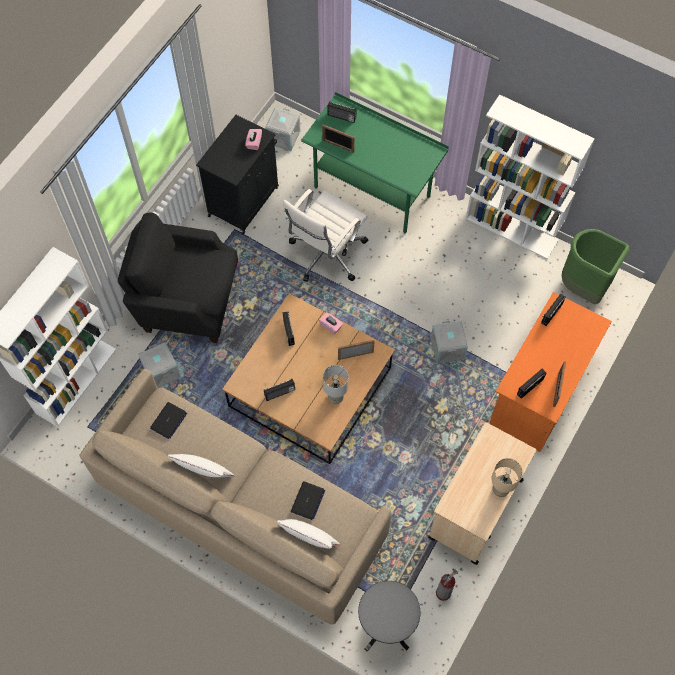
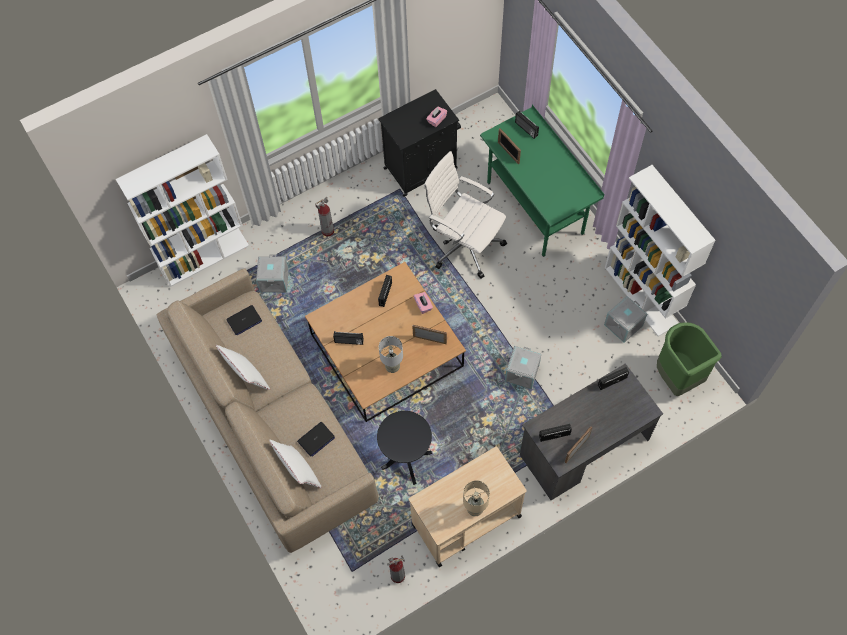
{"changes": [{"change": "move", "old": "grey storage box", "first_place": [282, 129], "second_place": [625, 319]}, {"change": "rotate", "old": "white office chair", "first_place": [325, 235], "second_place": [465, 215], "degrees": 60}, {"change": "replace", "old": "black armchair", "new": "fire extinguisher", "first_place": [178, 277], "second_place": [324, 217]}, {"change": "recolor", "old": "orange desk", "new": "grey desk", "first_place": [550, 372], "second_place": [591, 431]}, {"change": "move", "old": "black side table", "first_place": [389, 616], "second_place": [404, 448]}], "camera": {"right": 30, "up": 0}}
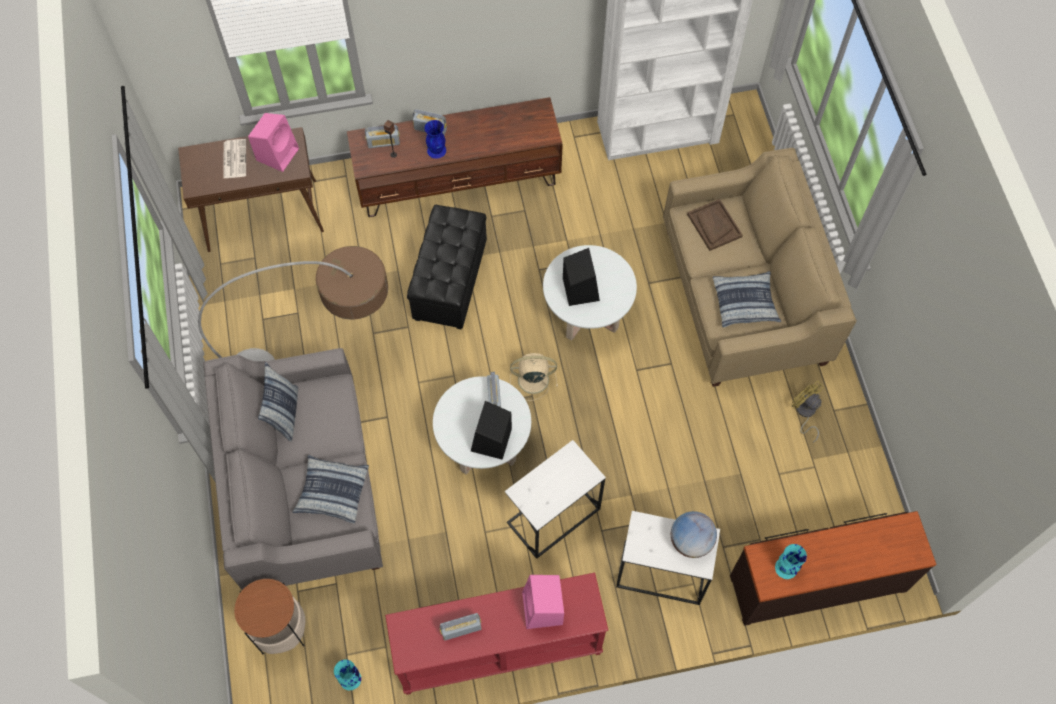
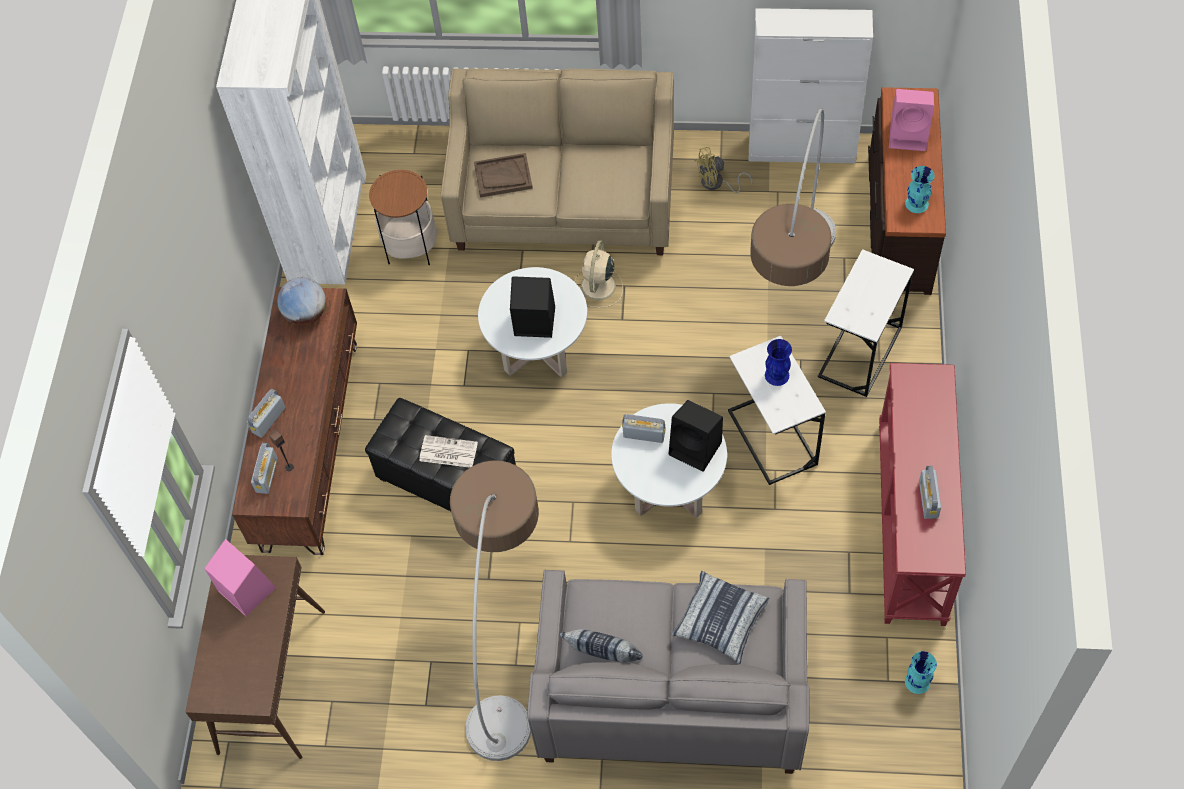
{"changes": [{"change": "move", "old": "blue vase", "first_place": [435, 139], "second_place": [778, 362]}, {"change": "move", "old": "newspaper", "first_place": [234, 159], "second_place": [448, 451]}, {"change": "delete", "old": "pillow", "first_place": [747, 299]}, {"change": "move", "old": "beige fan", "first_place": [534, 377], "second_place": [599, 274]}, {"change": "move", "old": "globe", "first_place": [694, 534], "second_place": [301, 301]}, {"change": "move", "old": "pink speaker", "first_place": [543, 602], "second_place": [911, 120]}, {"change": "move", "old": "side table", "first_place": [270, 617], "second_place": [403, 217]}, {"change": "insert", "new": "white cabinet", "second_place": [811, 85]}, {"change": "insert", "new": "floor lamp", "second_place": [793, 197]}], "camera": {"right": -70, "up": -5}}
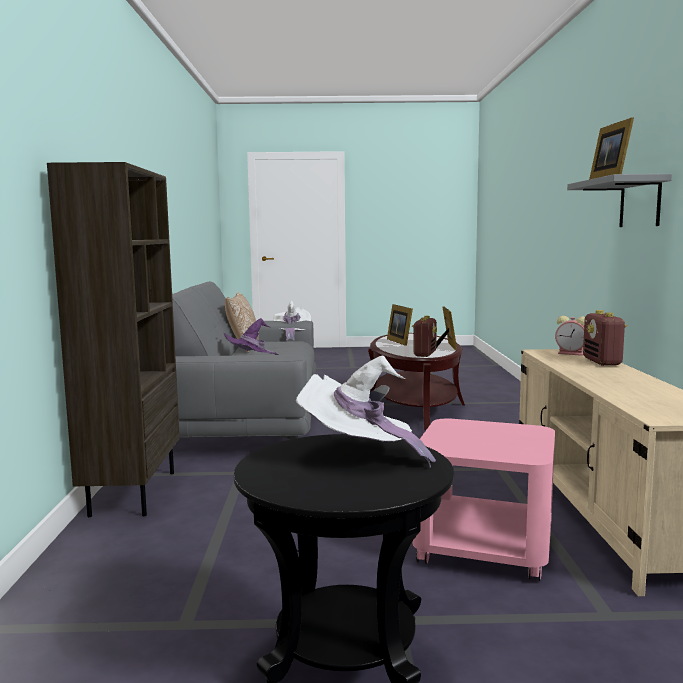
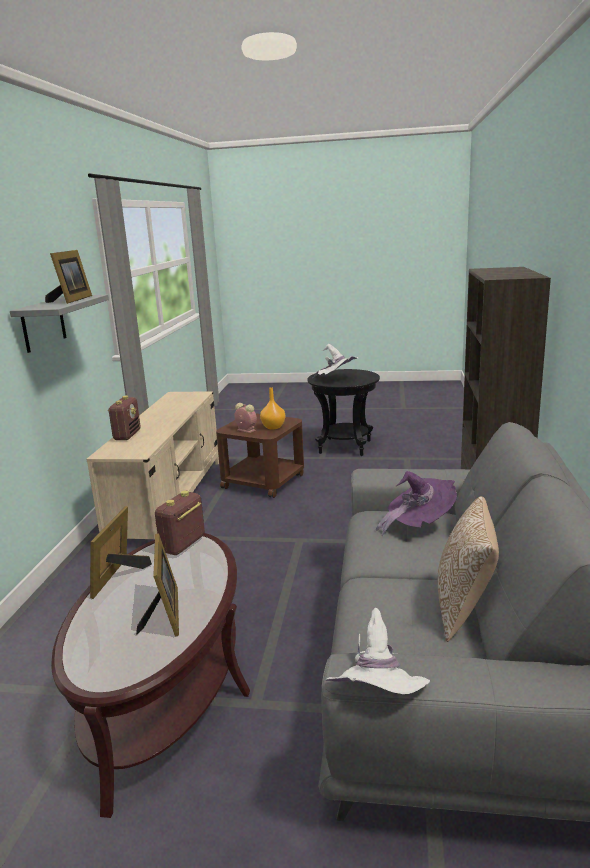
{"changes": [{"change": "move", "old": "alarm clock", "first_place": [570, 336], "second_place": [245, 418]}, {"change": "recolor", "old": "pink side table", "new": "brown side table", "first_place": [483, 500], "second_place": [260, 456]}, {"change": "insert", "new": "orange vase", "second_place": [272, 408]}], "camera": {"right": -170, "up": 10}}
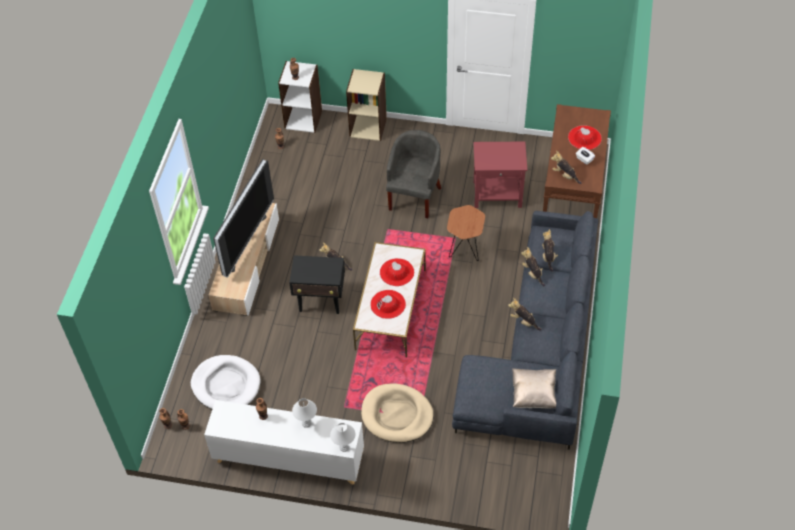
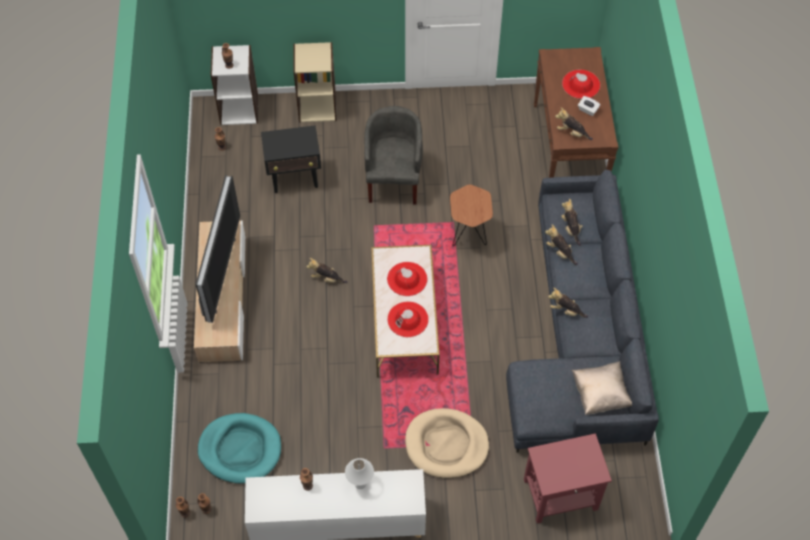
{"changes": [{"change": "move", "old": "red side table", "first_place": [500, 175], "second_place": [568, 478]}, {"change": "move", "old": "black side table", "first_place": [317, 284], "second_place": [291, 159]}, {"change": "recolor", "old": "white dog bed", "new": "turquoise dog bed", "first_place": [225, 382], "second_place": [239, 448]}, {"change": "delete", "old": "white table lamp", "first_place": [342, 437]}], "camera": {"right": -15, "up": 5}}
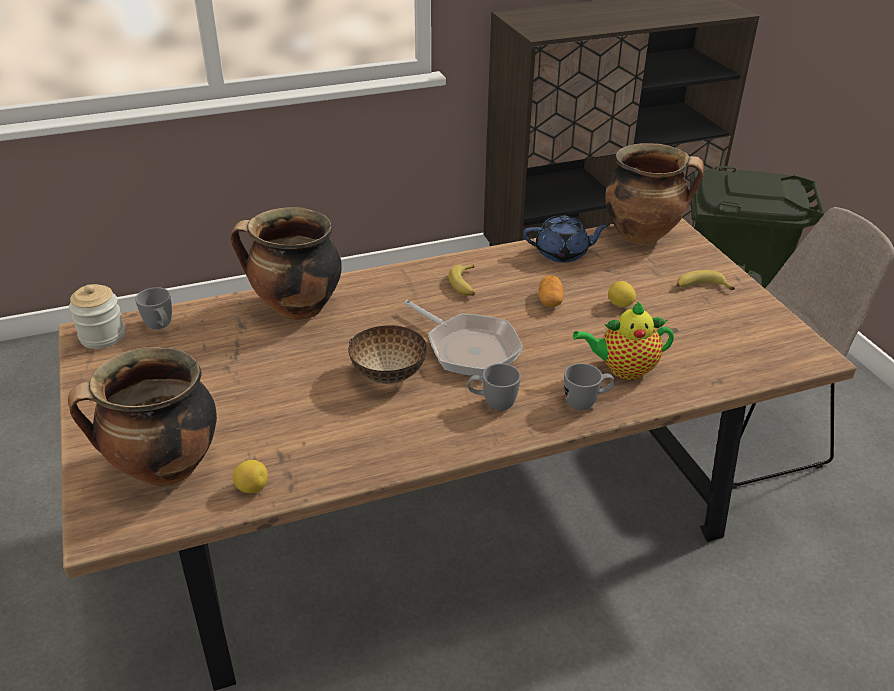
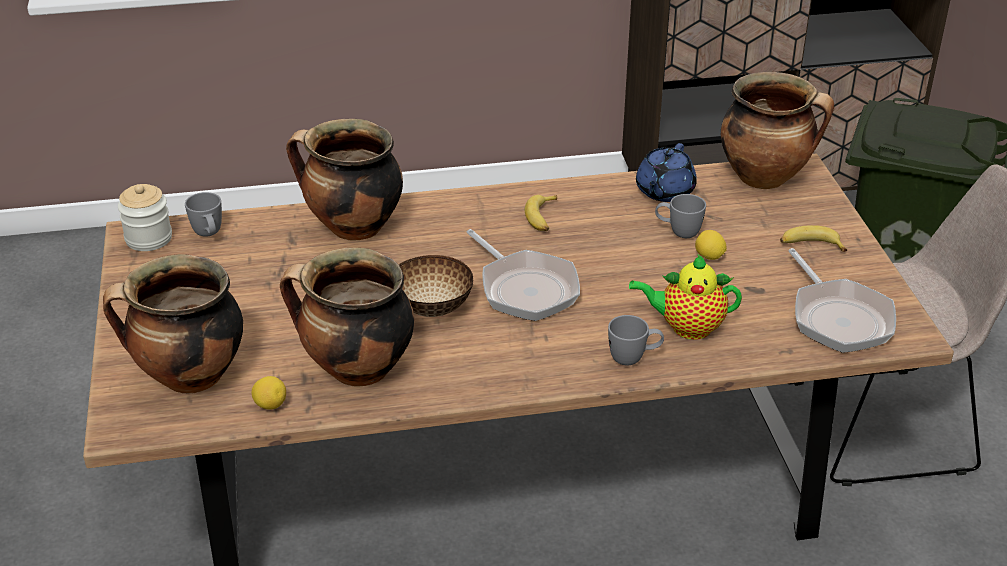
{"changes": [{"change": "rotate", "old": "blue teapot", "first_place": [566, 239], "second_place": [666, 172], "degrees": 105}, {"change": "delete", "old": "potato", "first_place": [551, 291]}, {"change": "move", "old": "grey mug", "first_place": [494, 387], "second_place": [680, 216]}, {"change": "insert", "new": "cooking pot", "second_place": [347, 317]}, {"change": "insert", "new": "frying pan", "second_place": [842, 300]}], "camera": {"right": 10, "up": 0}}
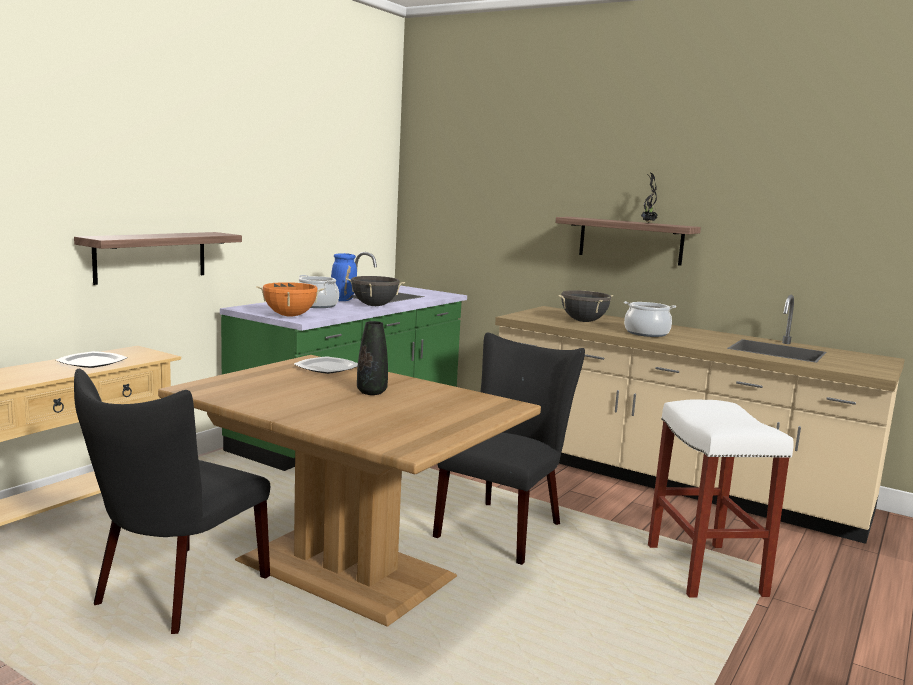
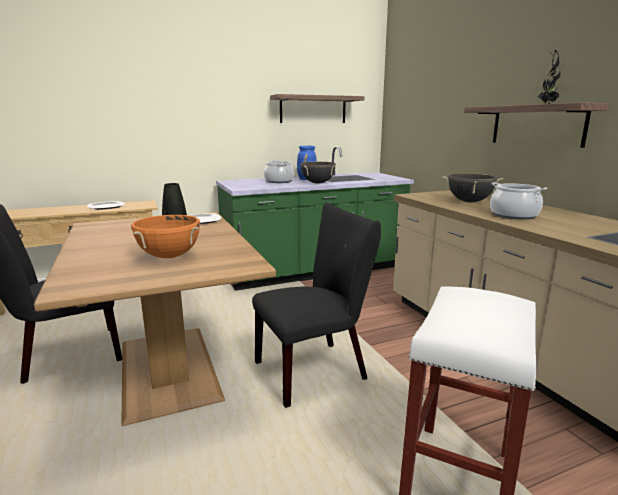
{"changes": [{"change": "move", "old": "shelf", "first_place": [158, 258], "second_place": [317, 108]}, {"change": "move", "old": "orange cooking pot", "first_place": [290, 299], "second_place": [165, 236]}], "camera": {"right": 35, "up": 5}}
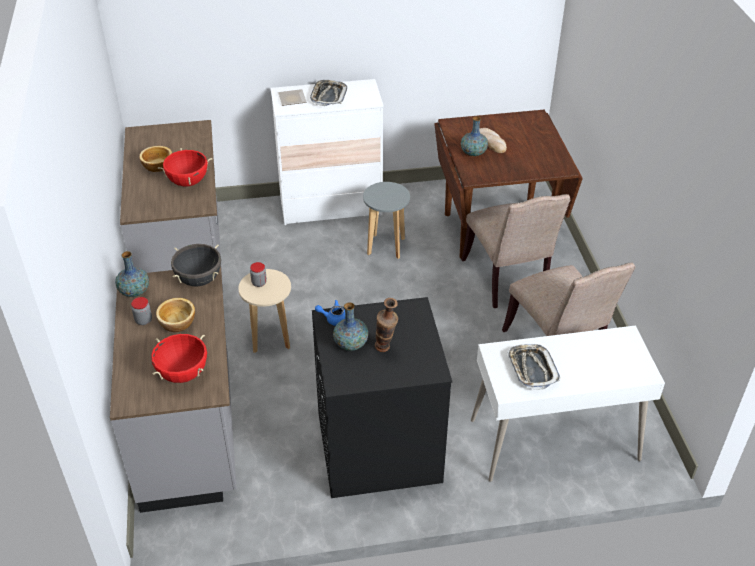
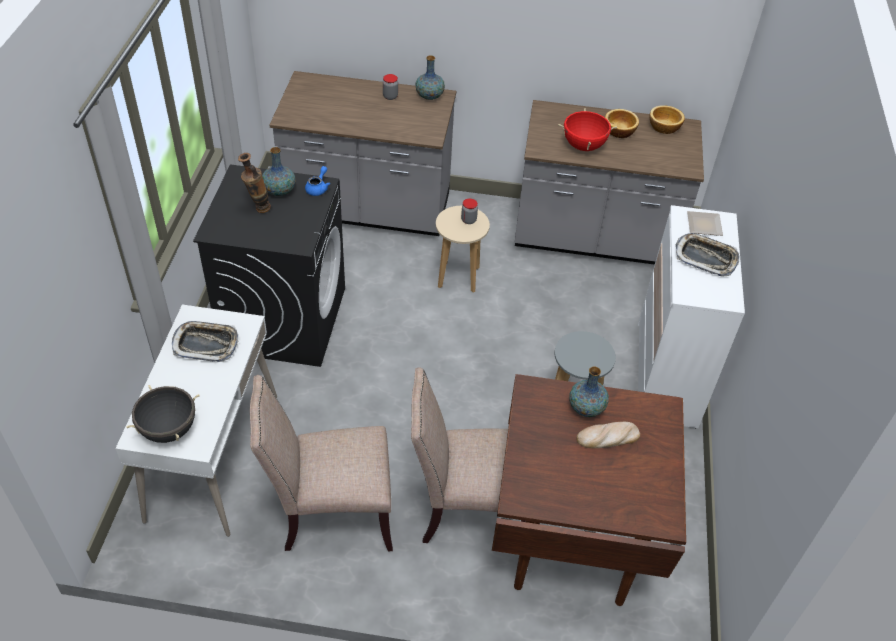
{"changes": [{"change": "move", "old": "black cooking pot", "first_place": [196, 265], "second_place": [163, 414]}, {"change": "move", "old": "bowl", "first_place": [175, 315], "second_place": [667, 119]}, {"change": "delete", "old": "red cooking pot", "first_place": [179, 358]}], "camera": {"right": 105, "up": 5}}
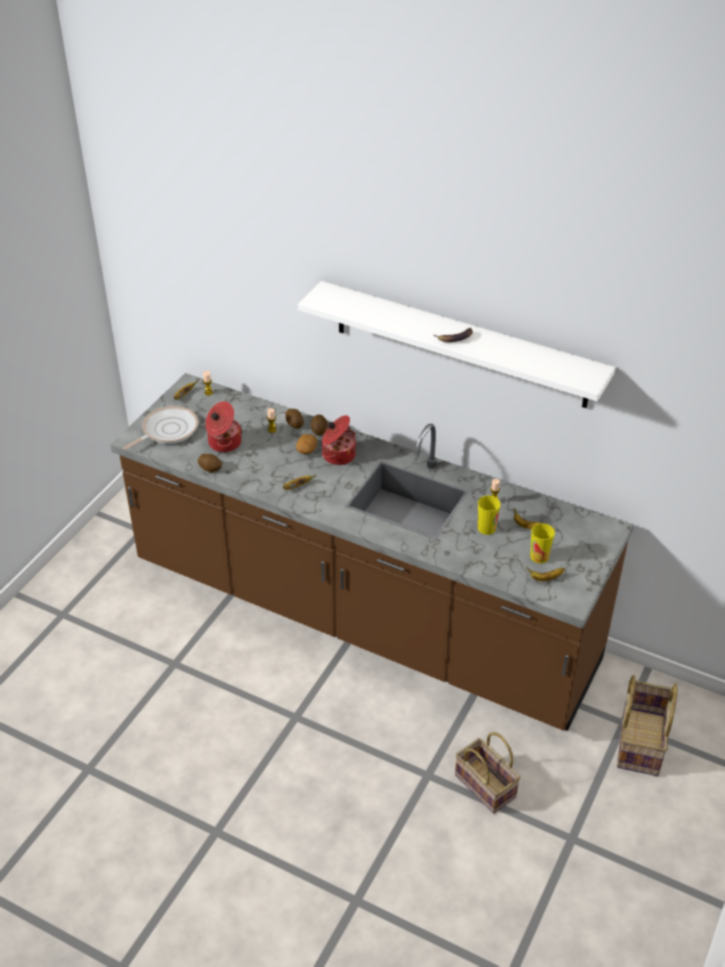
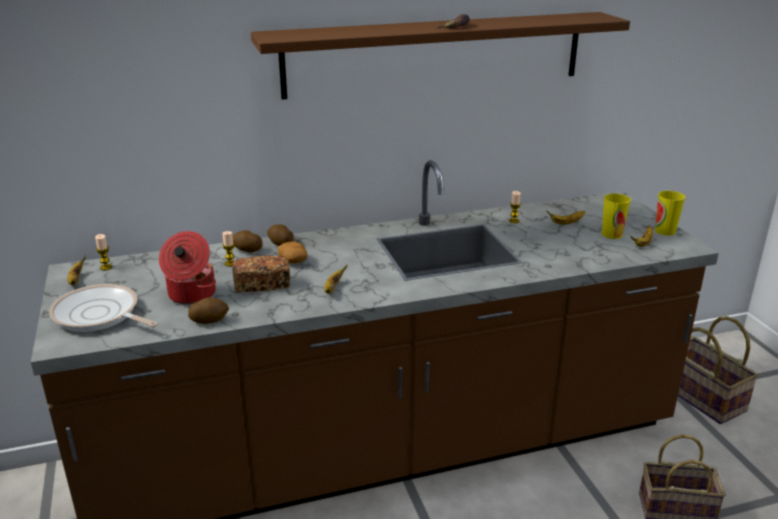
{"changes": [{"change": "recolor", "old": "white shelf", "new": "brown shelf", "first_place": [457, 344], "second_place": [440, 56]}, {"change": "rotate", "old": "frying pan", "first_place": [161, 428], "second_place": [103, 308], "degrees": -60}, {"change": "delete", "old": "cooking pot", "first_place": [339, 440]}, {"change": "move", "old": "cup", "first_place": [489, 515], "second_place": [670, 213]}, {"change": "insert", "new": "bread", "second_place": [261, 274]}], "camera": {"right": -45, "up": -15}}
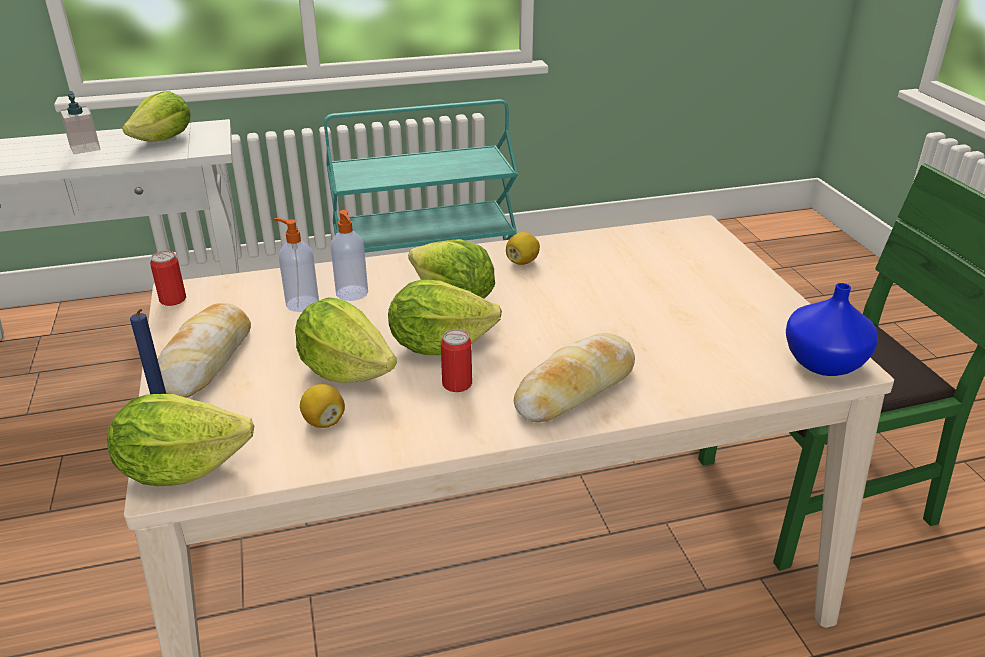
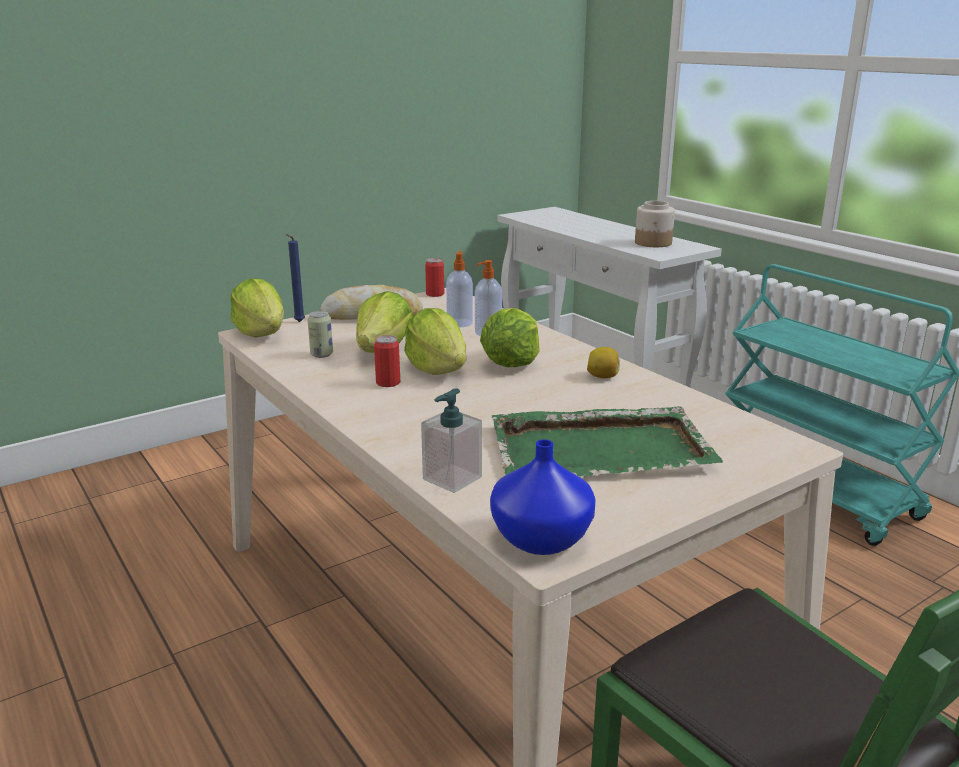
{"changes": [{"change": "move", "old": "soap dispenser", "first_place": [80, 122], "second_place": [451, 440]}, {"change": "replace", "old": "lettuce", "new": "jar", "first_place": [156, 116], "second_place": [655, 224]}, {"change": "delete", "old": "bread", "first_place": [574, 377]}, {"change": "replace", "old": "lemon", "new": "can", "first_place": [322, 406], "second_place": [320, 334]}, {"change": "insert", "new": "green tray", "second_place": [607, 441]}], "camera": {"right": 70, "up": -10}}
